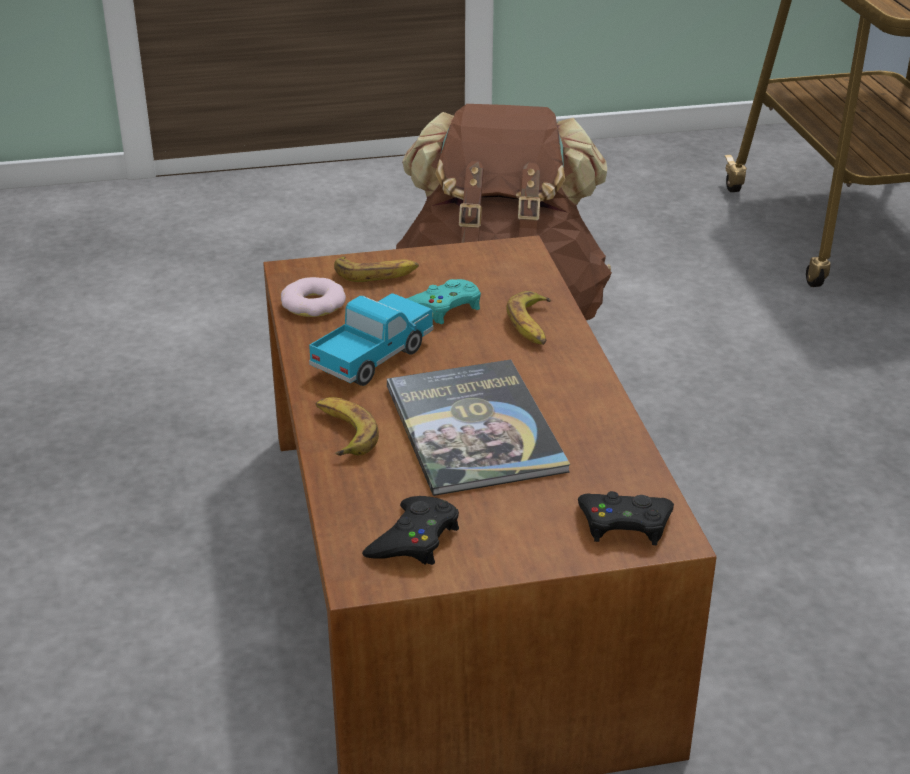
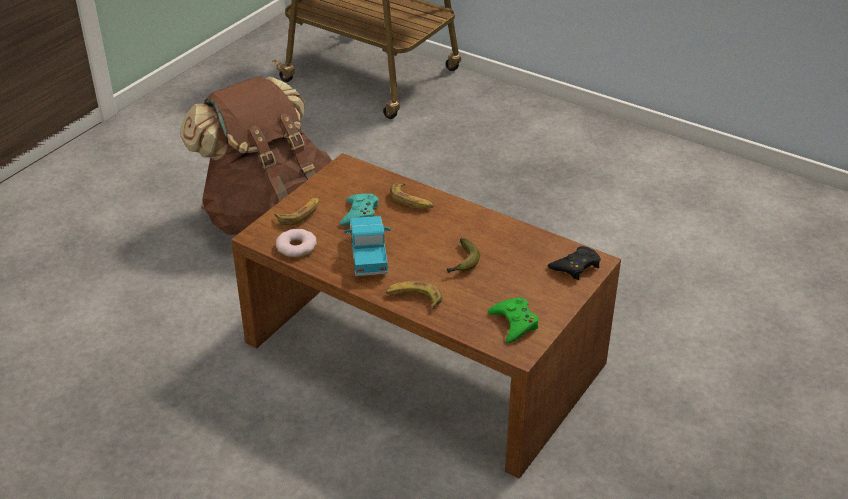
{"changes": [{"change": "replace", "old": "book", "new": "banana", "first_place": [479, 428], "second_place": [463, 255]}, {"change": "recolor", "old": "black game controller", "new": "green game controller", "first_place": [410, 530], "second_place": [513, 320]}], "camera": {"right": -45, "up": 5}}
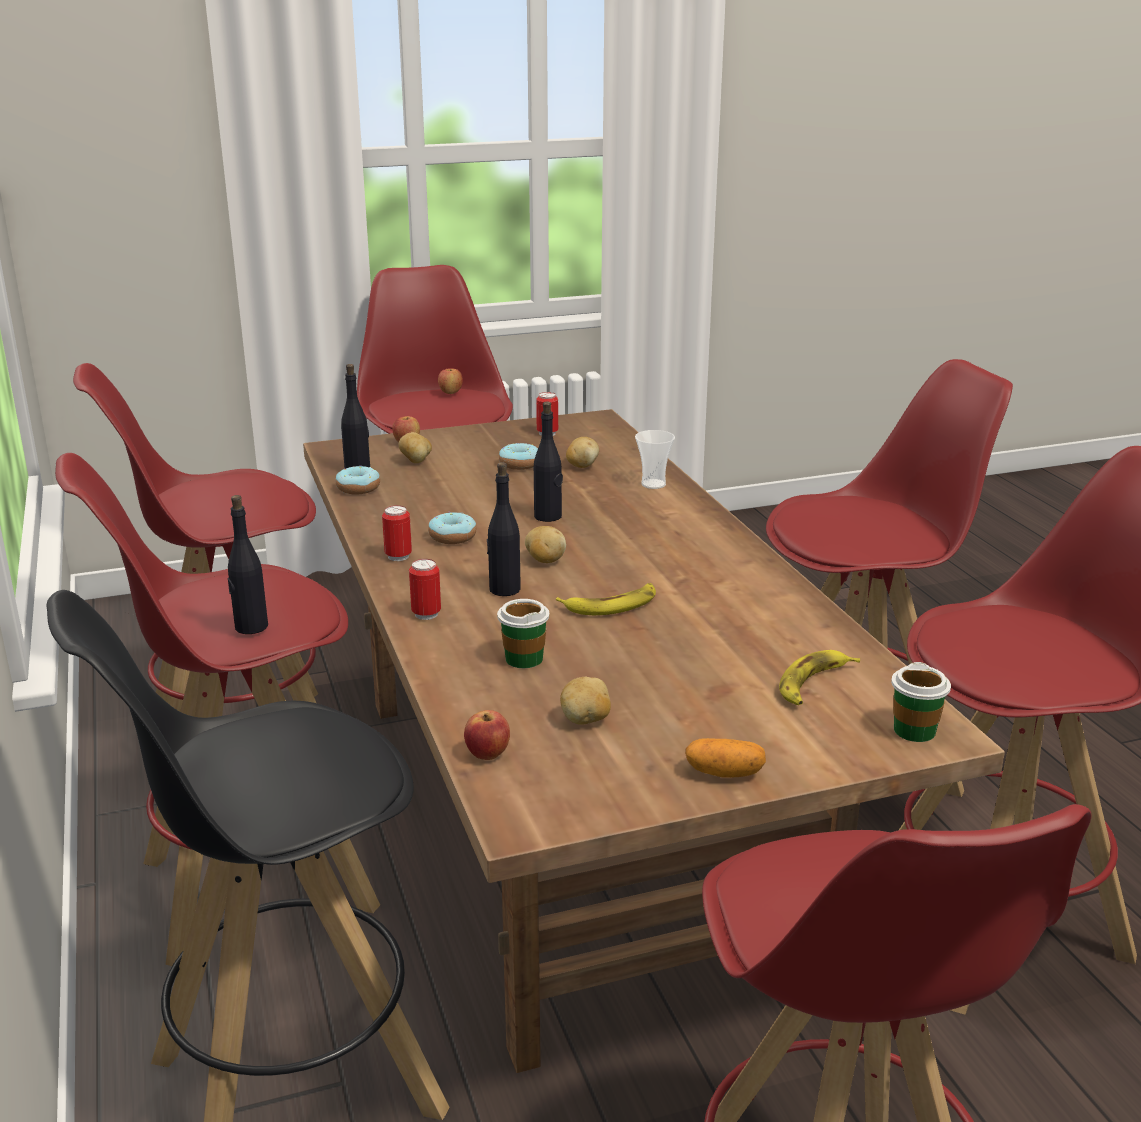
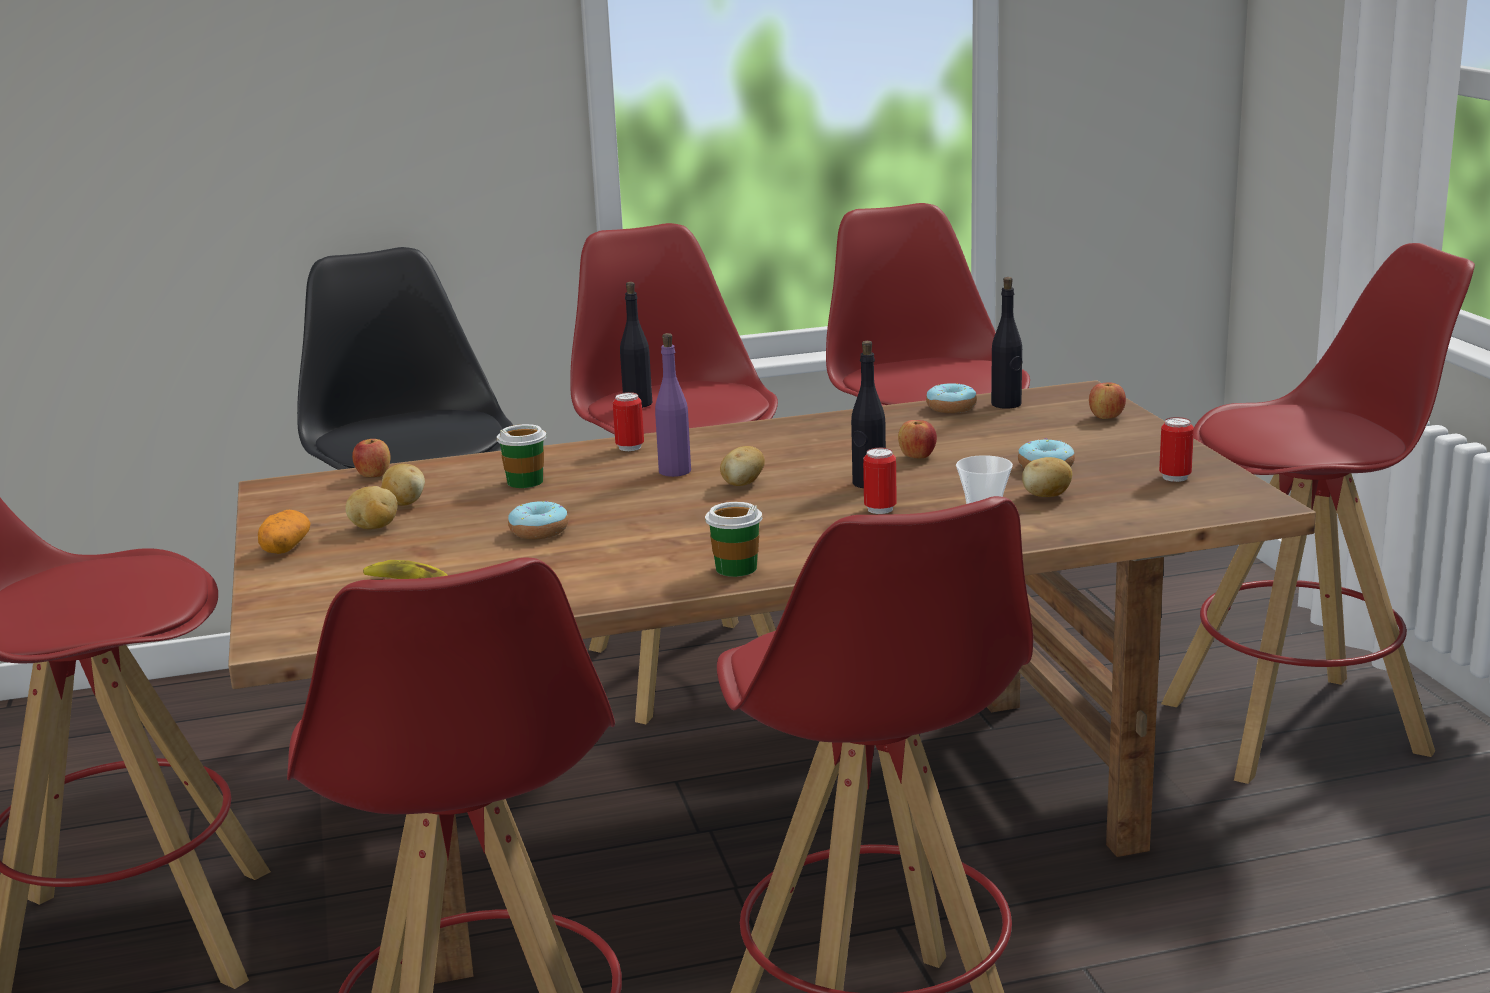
{"changes": [{"change": "move", "old": "apple", "first_place": [450, 381], "second_place": [917, 439]}, {"change": "move", "old": "potato", "first_place": [415, 447], "second_place": [371, 507]}, {"change": "recolor", "old": "black bottle", "new": "purple bottle", "first_place": [504, 529], "second_place": [673, 405]}, {"change": "move", "old": "can", "first_place": [397, 533], "second_place": [880, 481]}, {"change": "move", "old": "donut", "first_place": [452, 528], "second_place": [538, 520]}, {"change": "delete", "old": "banana", "first_place": [606, 599]}, {"change": "move", "old": "cup", "first_place": [921, 702], "second_place": [733, 539]}], "camera": {"right": 95, "up": -5}}
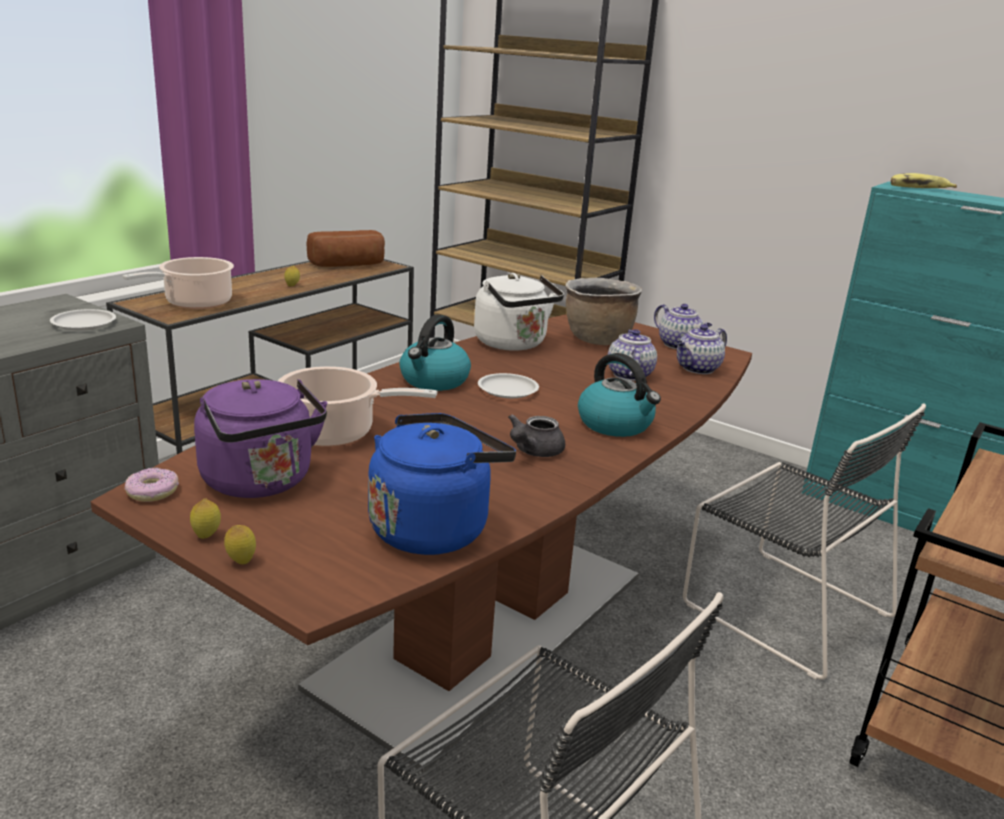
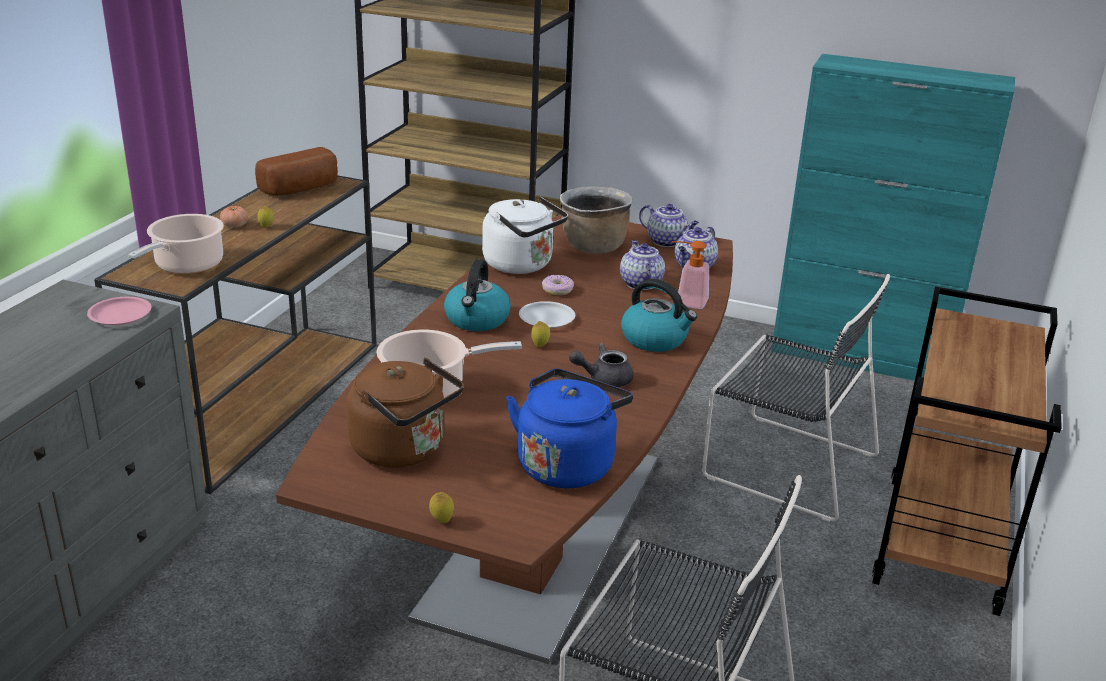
{"changes": [{"change": "delete", "old": "banana", "first_place": [924, 180]}, {"change": "recolor", "old": "white plate", "new": "pink plate", "first_place": [83, 319], "second_place": [119, 311]}, {"change": "recolor", "old": "purple kettle", "new": "brown kettle", "first_place": [261, 438], "second_place": [405, 413]}, {"change": "rotate", "old": "grey teapot", "first_place": [536, 435], "second_place": [601, 365], "degrees": 60}, {"change": "move", "old": "donut", "first_place": [152, 485], "second_place": [558, 285]}, {"change": "move", "old": "lemon", "first_place": [205, 519], "second_place": [540, 334]}, {"change": "insert", "new": "tomato", "second_place": [234, 217]}, {"change": "insert", "new": "soap dispenser", "second_place": [690, 275]}], "camera": {"right": -15, "up": 5}}
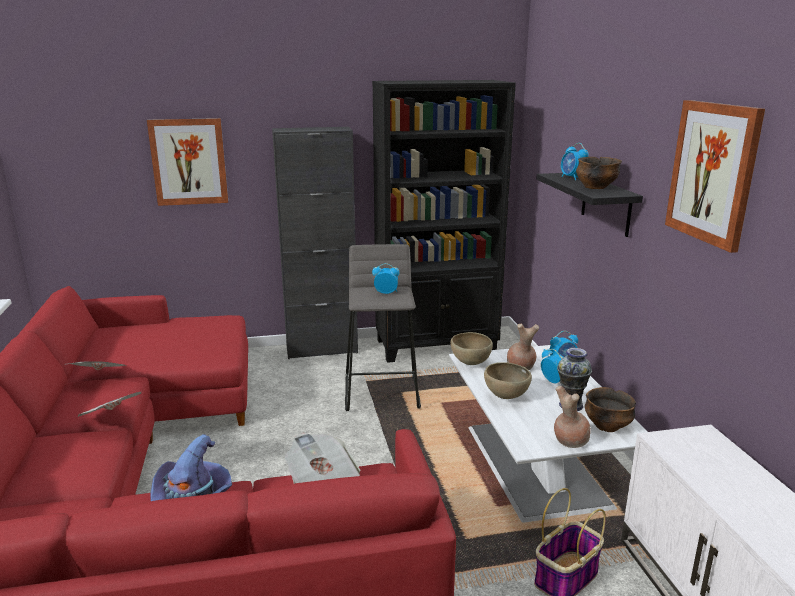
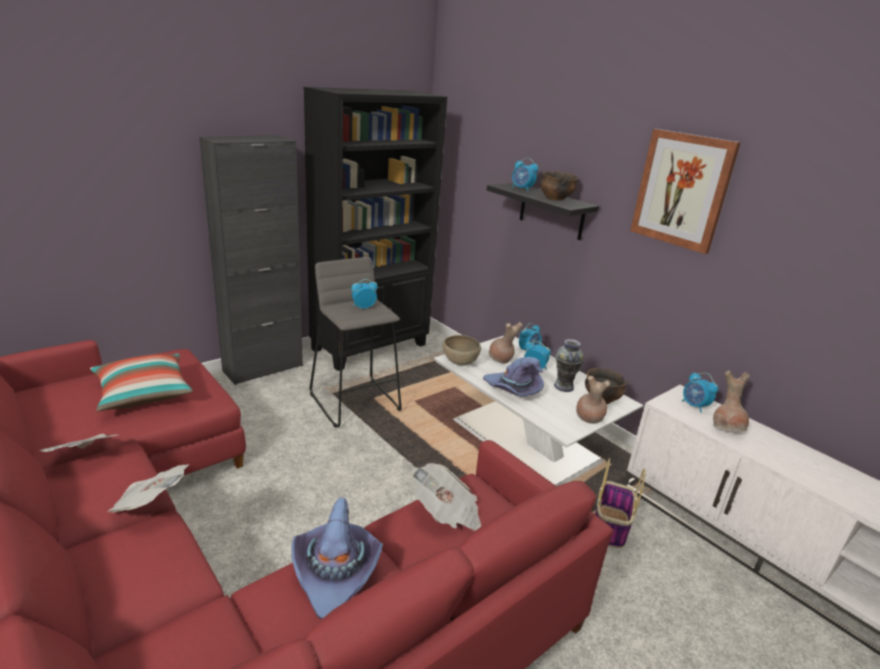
{"changes": [{"change": "delete", "old": "picture", "first_place": [187, 162]}, {"change": "replace", "old": "brown bowl", "new": "purple hat", "first_place": [508, 380], "second_place": [513, 377]}, {"change": "insert", "new": "pillow", "second_place": [141, 382]}, {"change": "insert", "new": "brown vase", "second_place": [731, 401]}, {"change": "insert", "new": "alarm clock", "second_place": [700, 392]}], "camera": {"right": -30, "up": 5}}
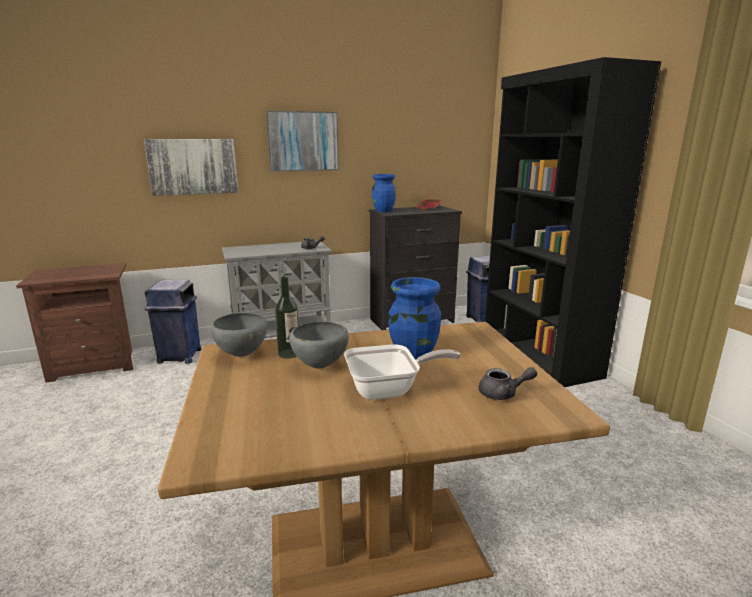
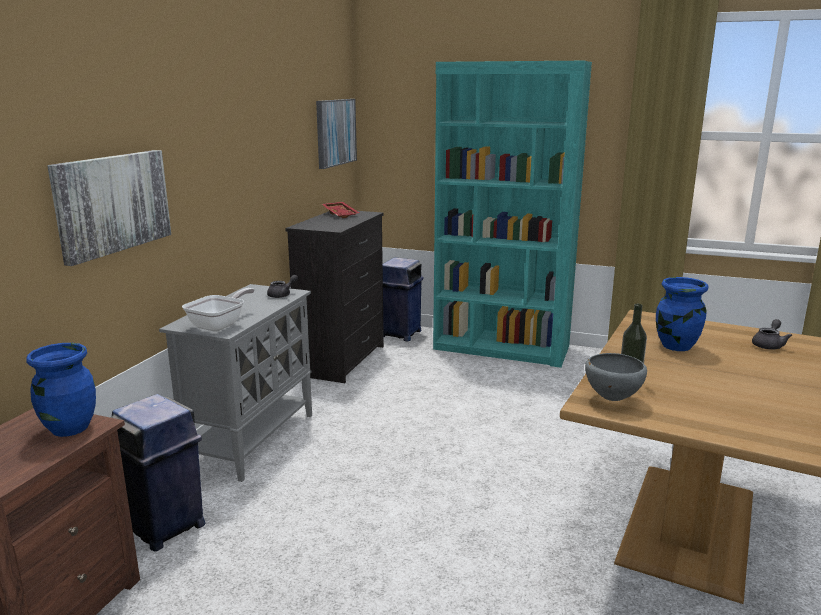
{"changes": [{"change": "recolor", "old": "black bookcase", "new": "turquoise bookcase", "first_place": [573, 222], "second_place": [512, 214]}, {"change": "move", "old": "picture", "first_place": [302, 141], "second_place": [336, 134]}, {"change": "move", "old": "blue vase", "first_place": [384, 193], "second_place": [61, 390]}, {"change": "delete", "old": "grey bowl", "first_place": [319, 345]}, {"change": "move", "old": "frying pan", "first_place": [402, 372], "second_place": [218, 310]}], "camera": {"right": -50, "up": 0}}
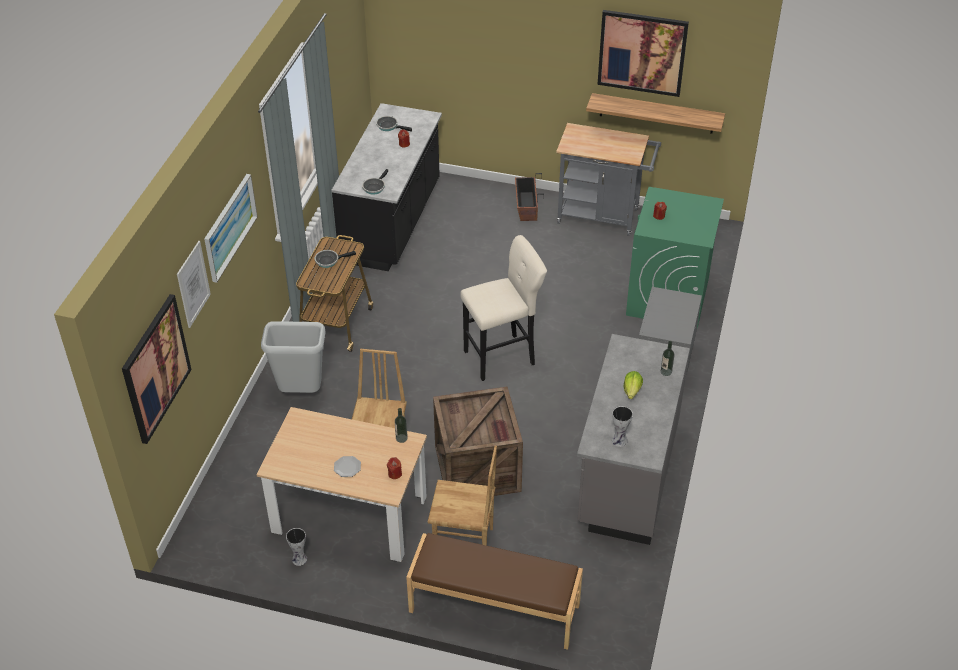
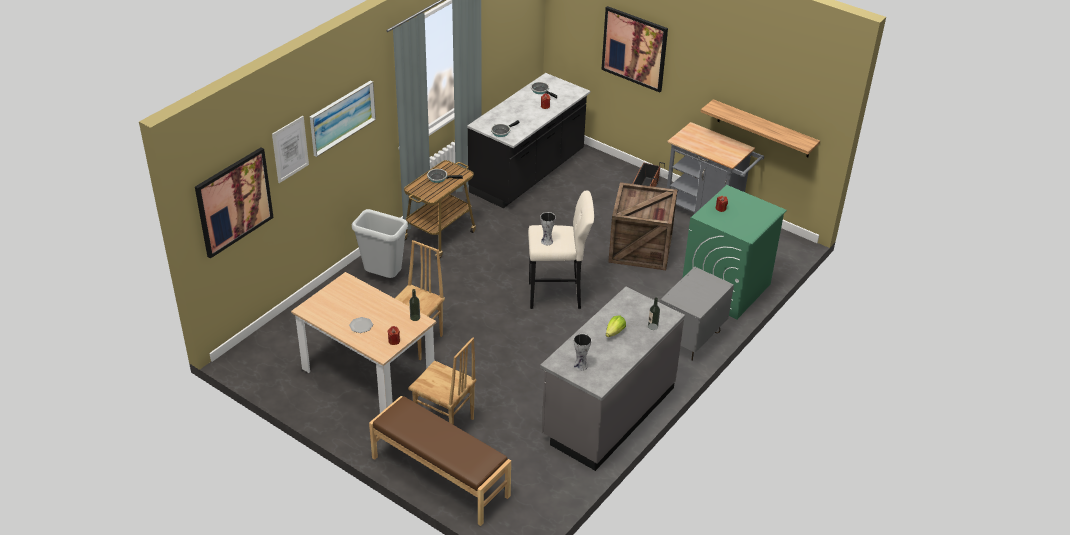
{"changes": [{"change": "move", "old": "picture", "first_place": [643, 53], "second_place": [634, 49]}, {"change": "move", "old": "crate", "first_place": [478, 441], "second_place": [642, 226]}, {"change": "move", "old": "vase", "first_place": [296, 547], "second_place": [548, 228]}], "camera": {"right": 20, "up": -5}}
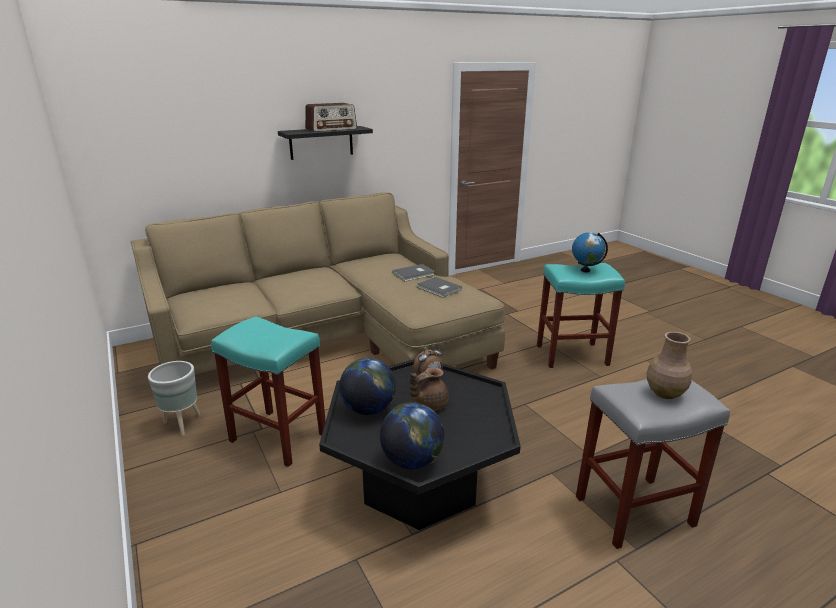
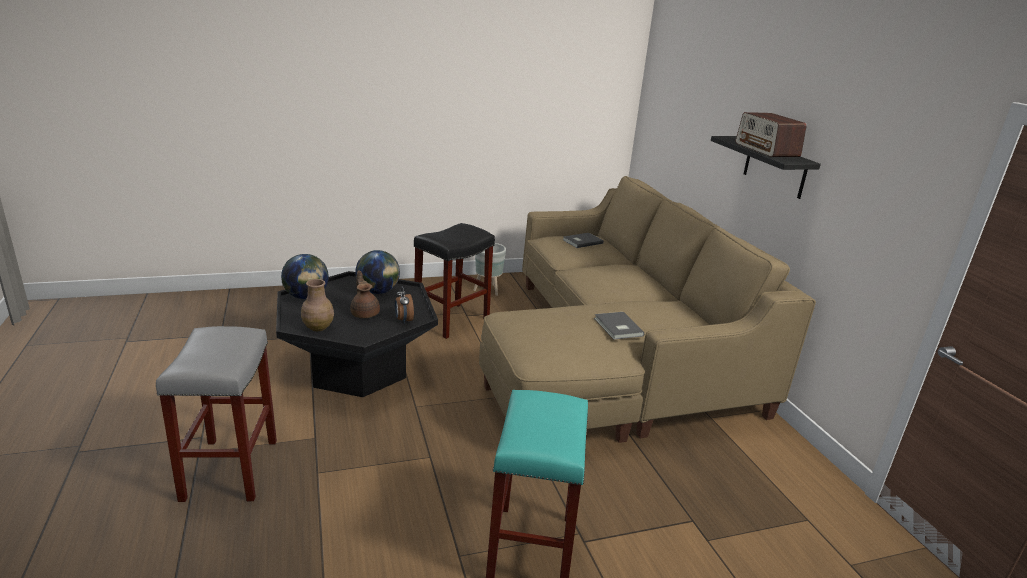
{"changes": [{"change": "delete", "old": "globe", "first_place": [590, 252]}, {"change": "move", "old": "grey book", "first_place": [439, 287], "second_place": [583, 240]}, {"change": "recolor", "old": "turquoise stool", "new": "black stool", "first_place": [268, 391], "second_place": [454, 281]}, {"change": "move", "old": "brown vase", "first_place": [669, 365], "second_place": [317, 305]}], "camera": {"right": 100, "up": 0}}
